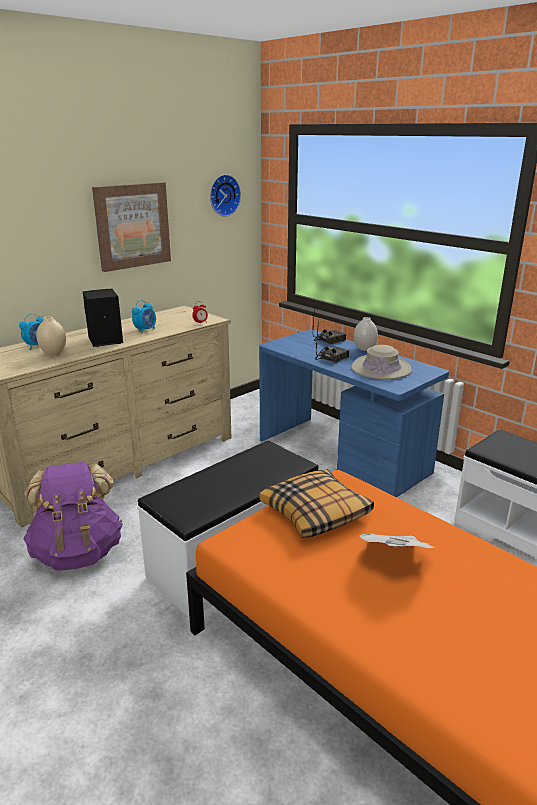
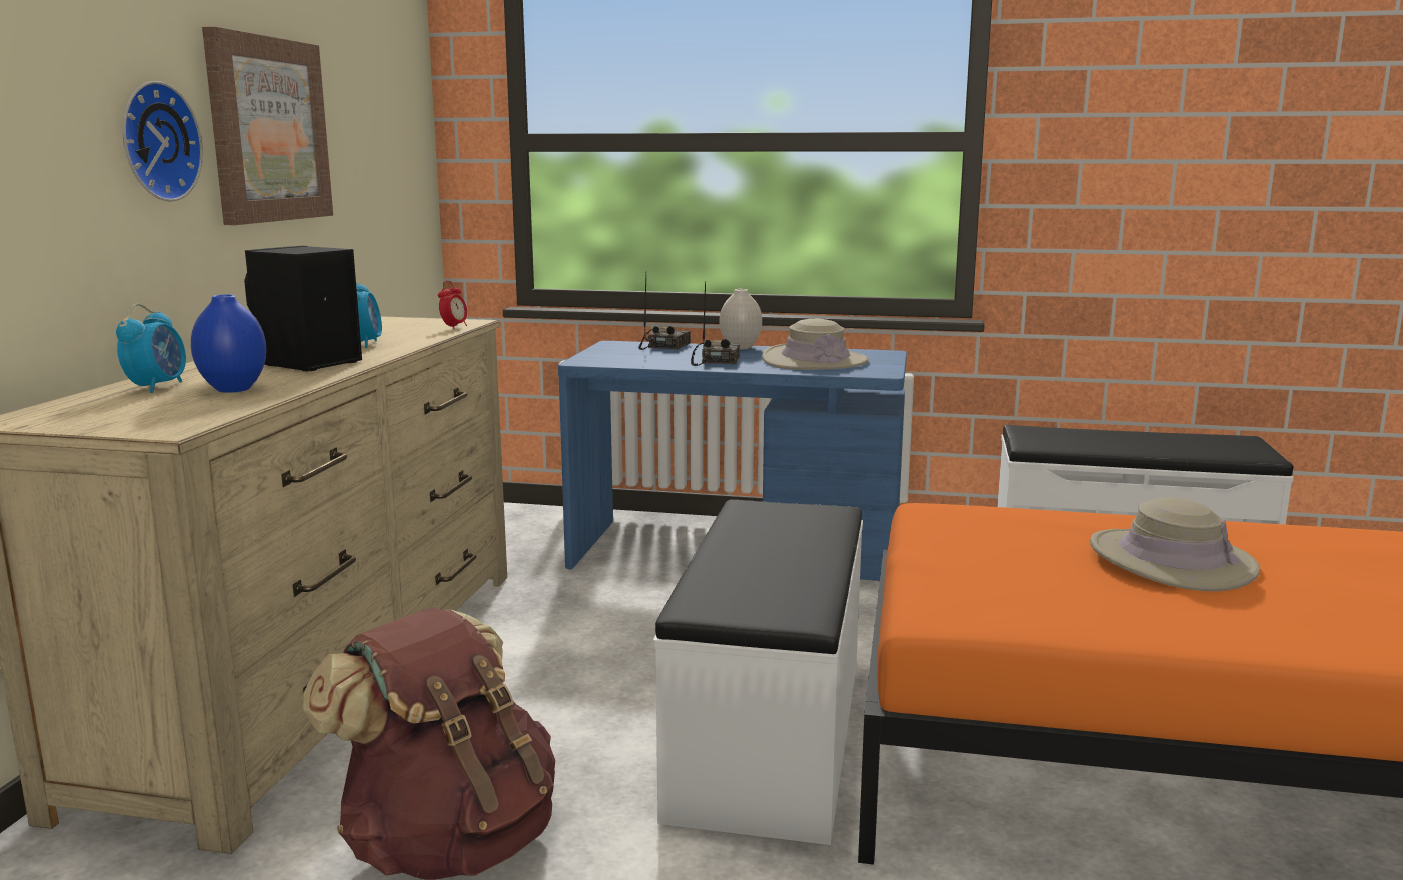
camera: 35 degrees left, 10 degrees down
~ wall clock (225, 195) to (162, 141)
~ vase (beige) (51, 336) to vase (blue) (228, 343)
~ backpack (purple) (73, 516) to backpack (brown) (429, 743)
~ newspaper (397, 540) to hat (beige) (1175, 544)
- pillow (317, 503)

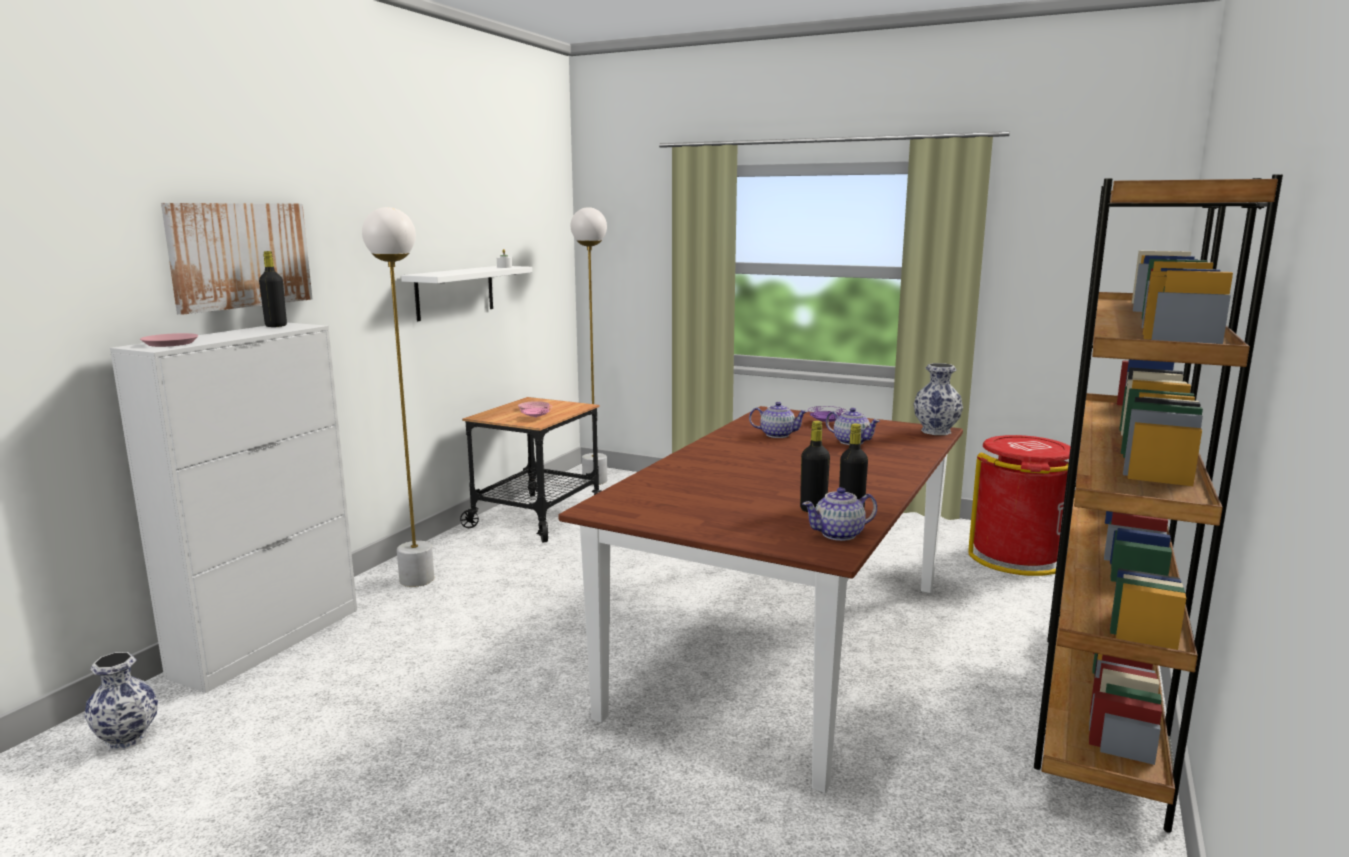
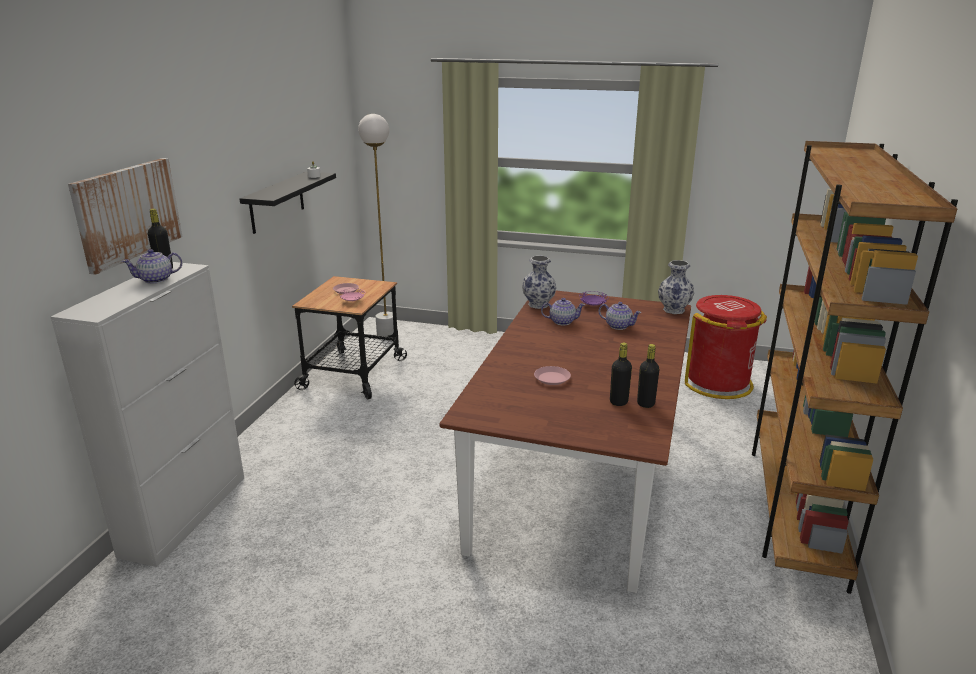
camera: 10 degrees left, 10 degrees up
~ teapot (839, 514) to (152, 266)
~ shelf (white) (466, 293) to shelf (black) (288, 203)
~ vase (121, 701) to (539, 282)
~ plate (pink) (169, 340) to (552, 375)
- floor lamp (white) (398, 397)

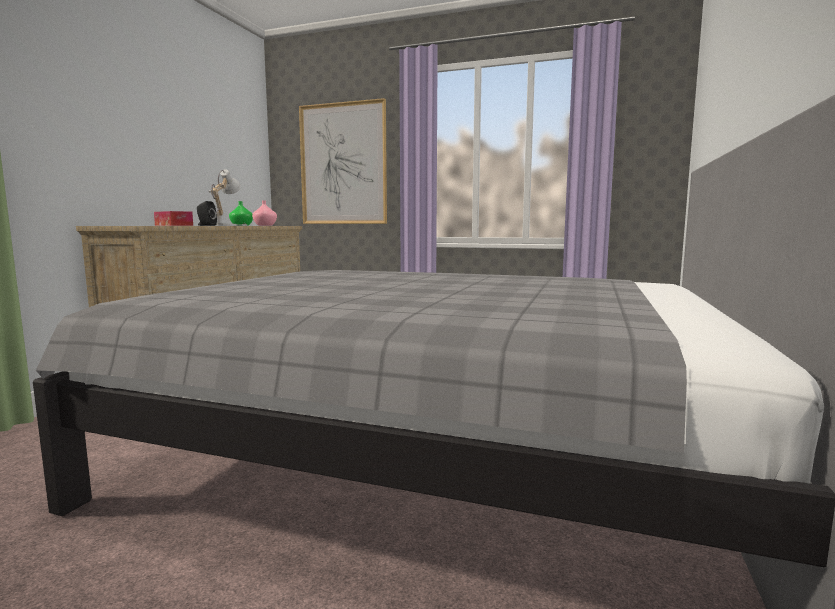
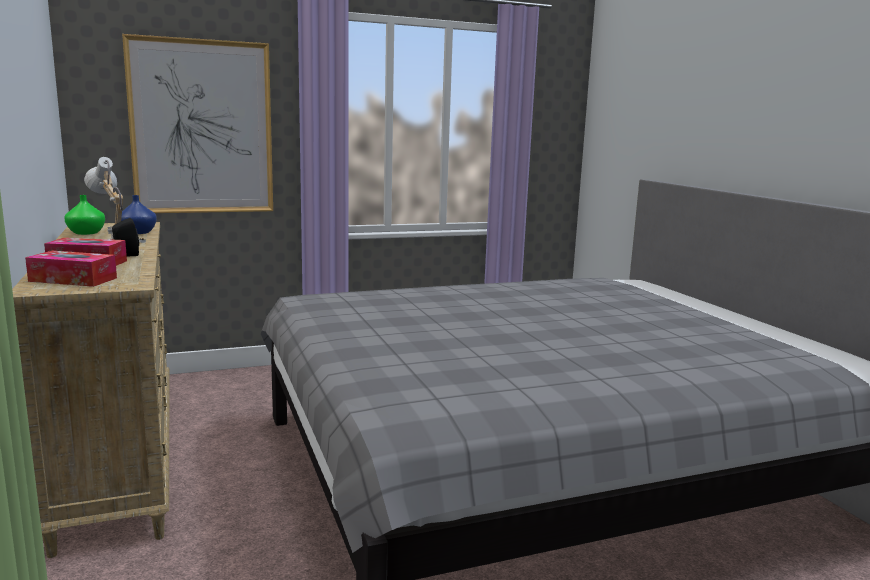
camera: 40 degrees left, 5 degrees up
+ tissue box (71, 269)
~ vase (pink) (264, 213) to vase (blue) (139, 214)

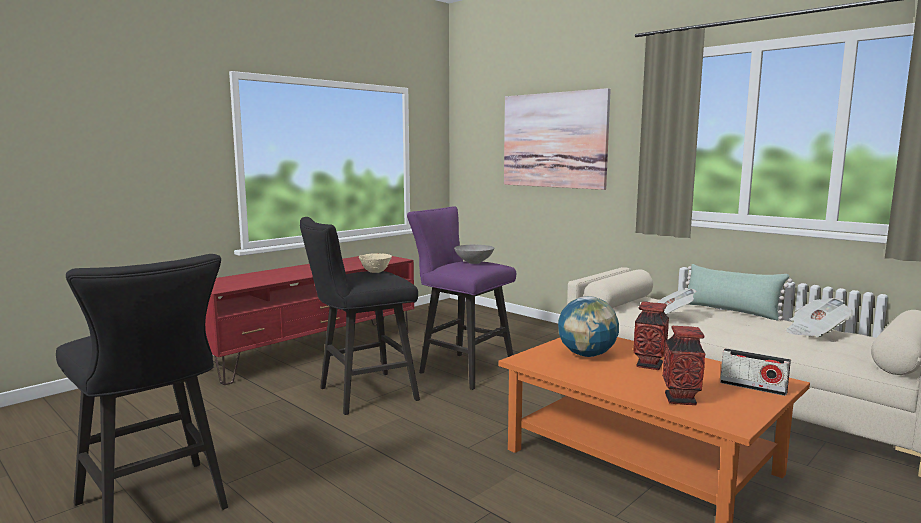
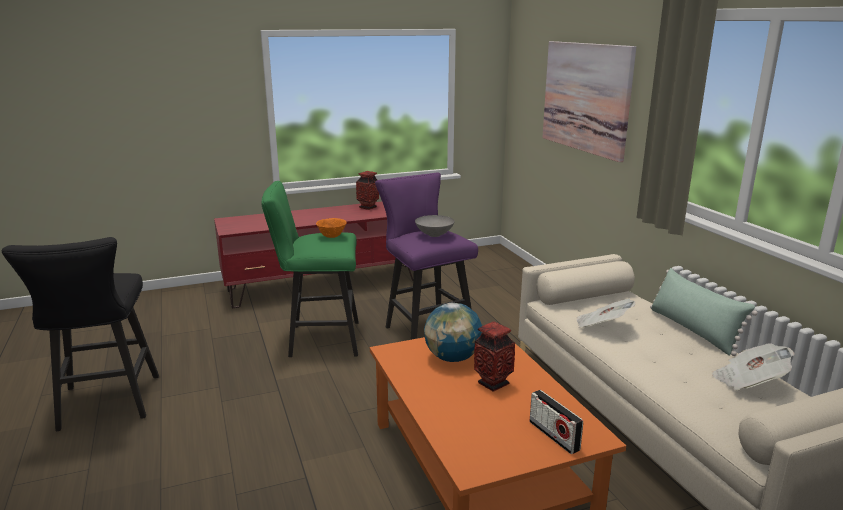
camera: 25 degrees right, 10 degrees up
~ stool (black) (360, 316) to stool (green) (310, 269)
~ bowl (beige) (375, 263) to bowl (orange) (331, 228)
~ vase (683, 365) to (367, 190)

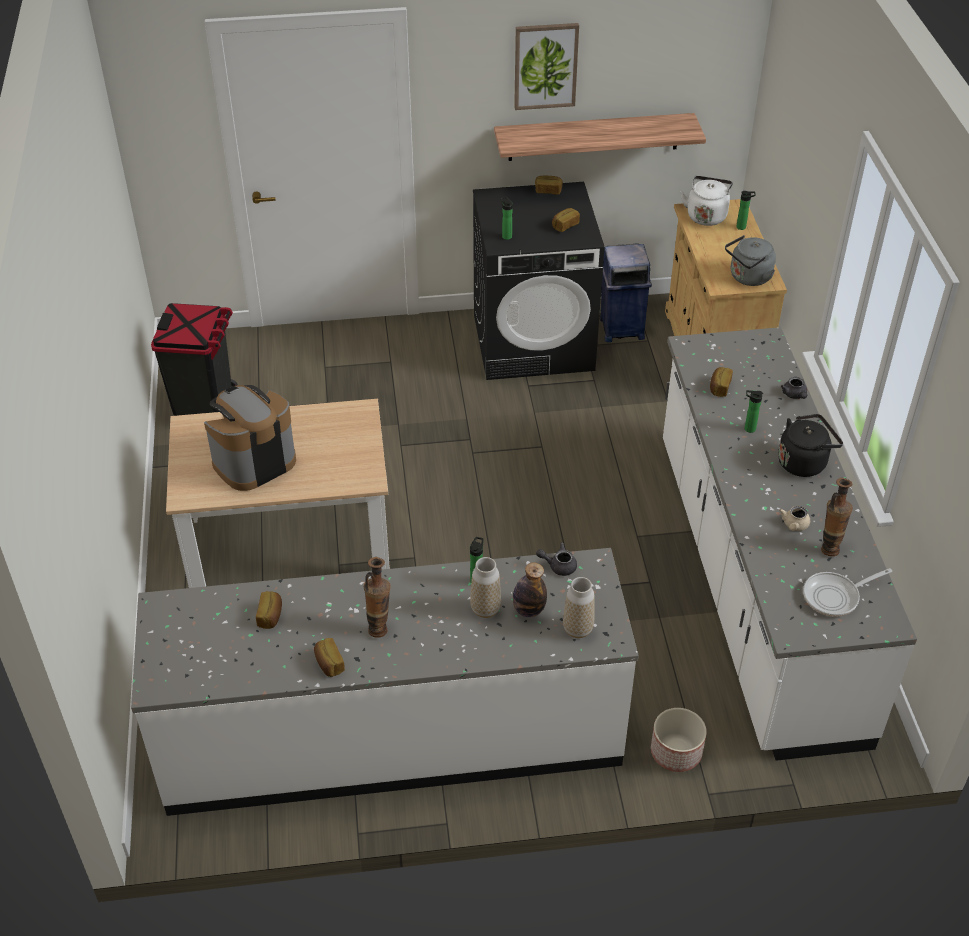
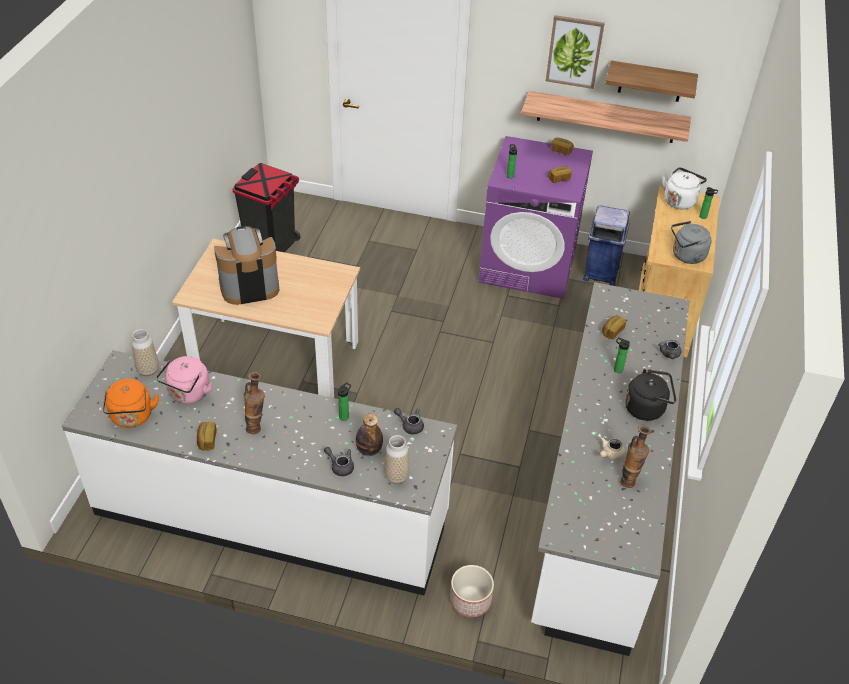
camera: 20 degrees right, 0 degrees up
+ kettle (orange) (131, 403)
~ vase (485, 587) to (145, 352)
~ bread (269, 610) to kettle (pink) (184, 380)
+ teapot (grey) (339, 461)
~ washing machine (black) (538, 281) to washing machine (purple) (536, 217)
+ shelf (651, 81)
- frying pan (847, 592)

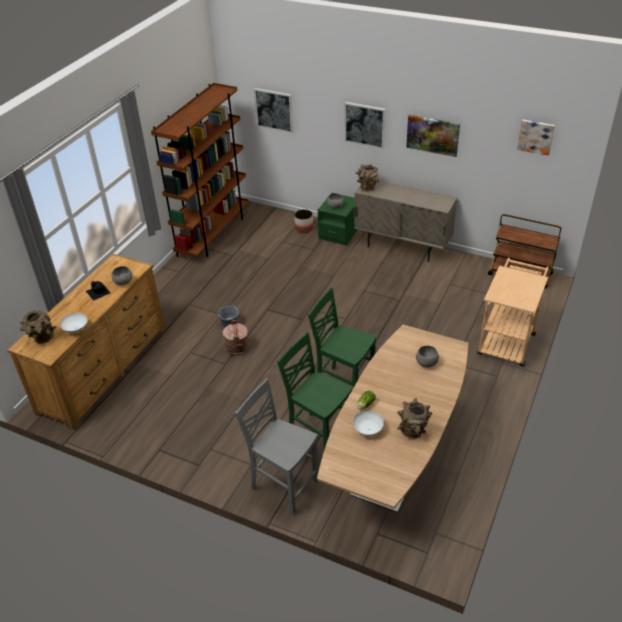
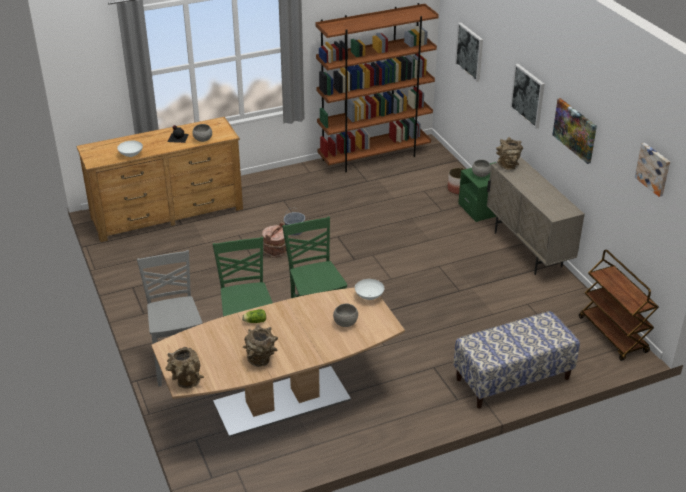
camera: 40 degrees right, 5 degrees down
~ vase (brown) (38, 327) to (184, 367)
~ bowl (white) (368, 423) to (369, 289)
~ cart (beige) (513, 312) to bench (517, 360)

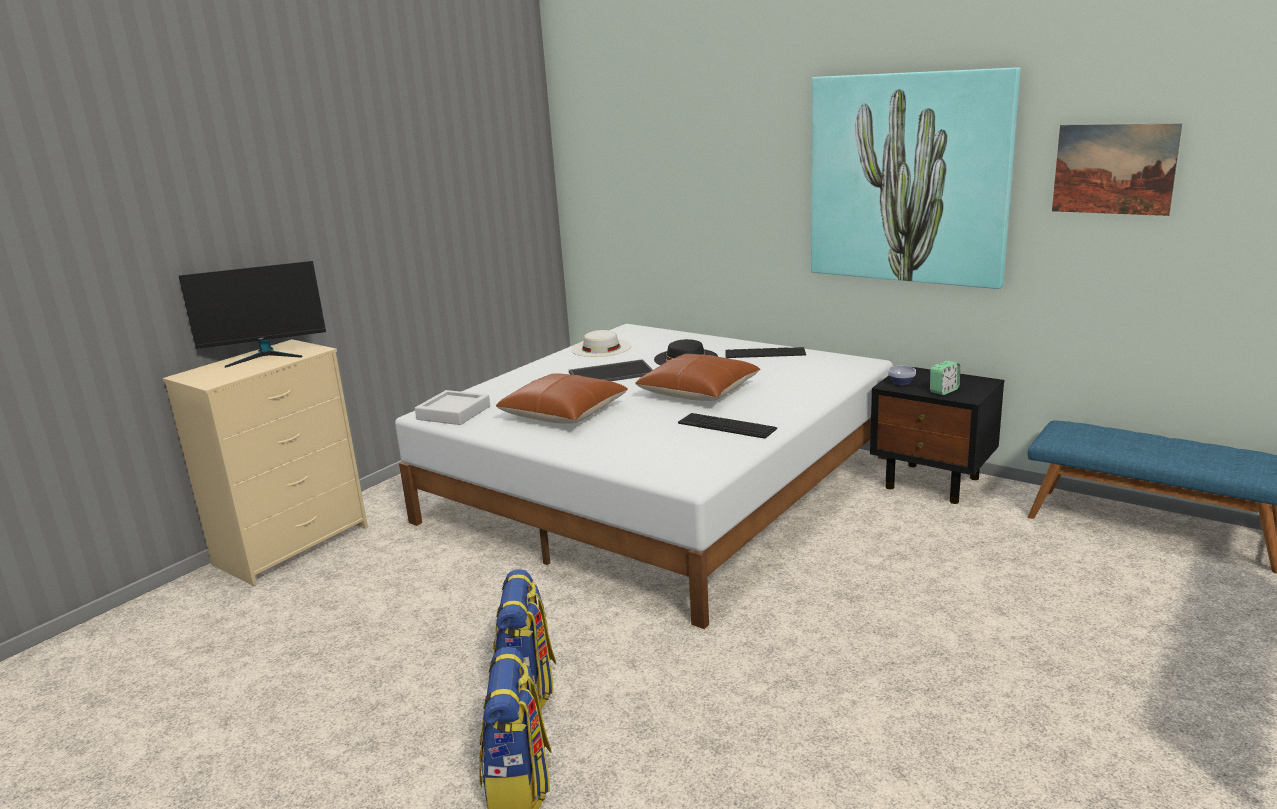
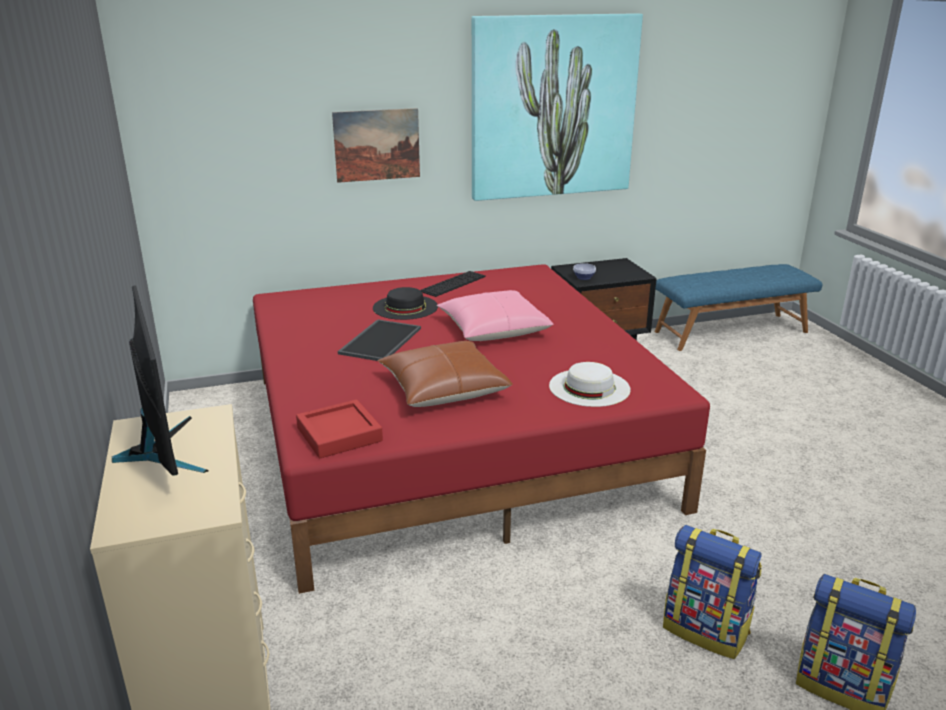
camera: 55 degrees left, 5 degrees up
~ monitor (252, 314) = (160, 380) 45 degrees counterclockwise
~ bed (white) (644, 476) to bed (red) (481, 429)
~ tray (grey) (452, 407) to tray (red) (339, 428)
~ picture (1117, 170) to (376, 145)
~ pillow (brown) (697, 377) to pillow (pink) (495, 315)
~ hat (white) (601, 343) to (590, 384)
- keyboard (727, 426)
- alarm clock (945, 378)

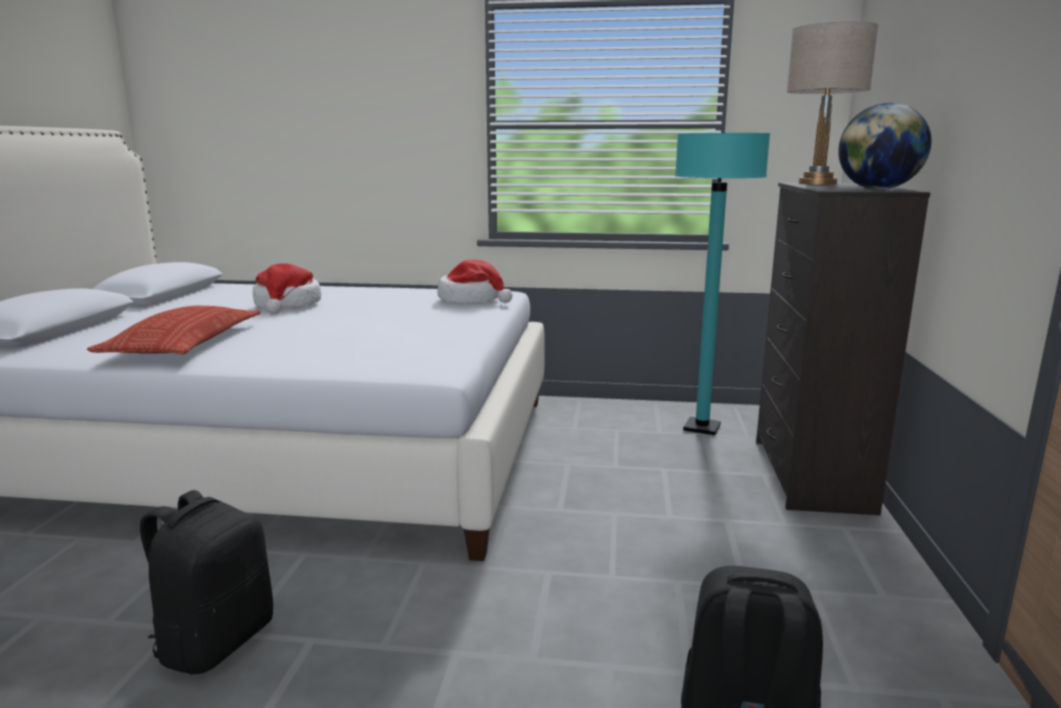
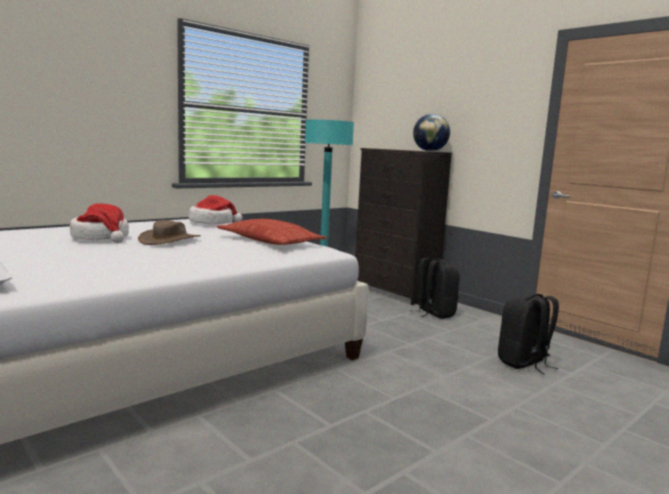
camera: 50 degrees left, 5 degrees down
+ hat (brown) (169, 232)
~ pillow (174, 330) to (272, 232)
~ backpack (black) (206, 582) to (438, 288)
- table lamp (beige) (832, 103)

